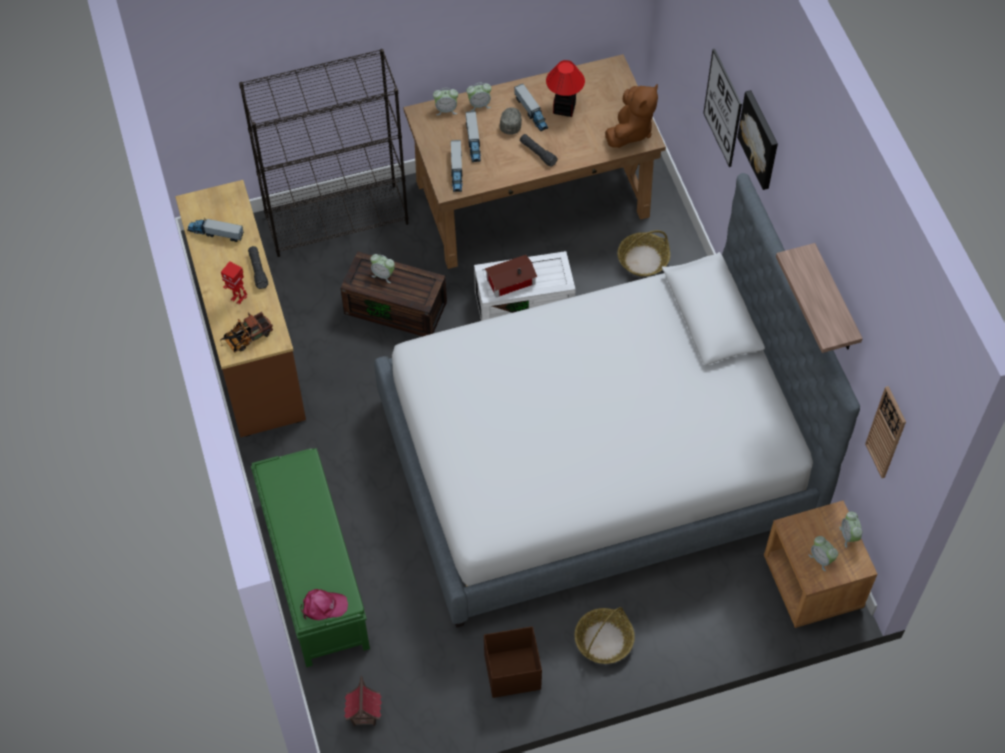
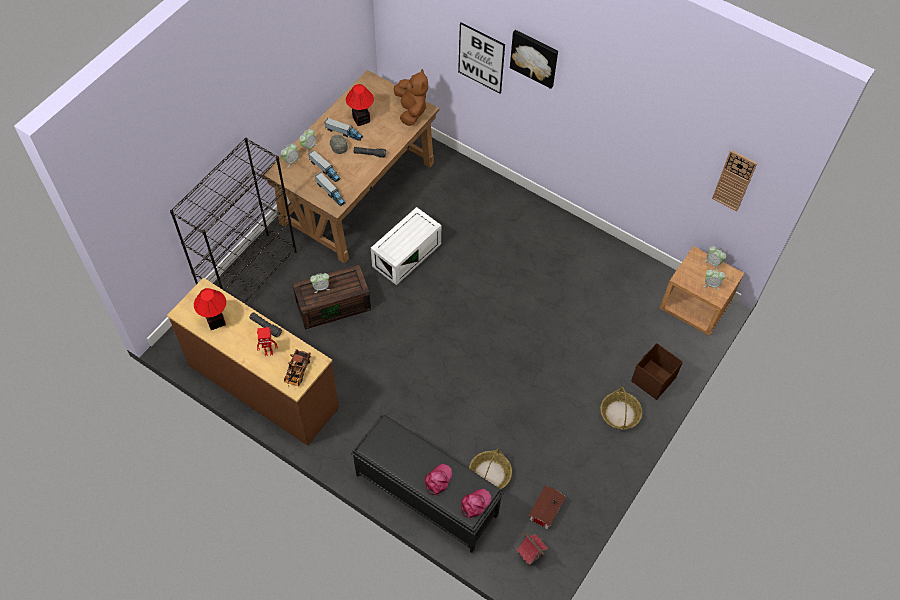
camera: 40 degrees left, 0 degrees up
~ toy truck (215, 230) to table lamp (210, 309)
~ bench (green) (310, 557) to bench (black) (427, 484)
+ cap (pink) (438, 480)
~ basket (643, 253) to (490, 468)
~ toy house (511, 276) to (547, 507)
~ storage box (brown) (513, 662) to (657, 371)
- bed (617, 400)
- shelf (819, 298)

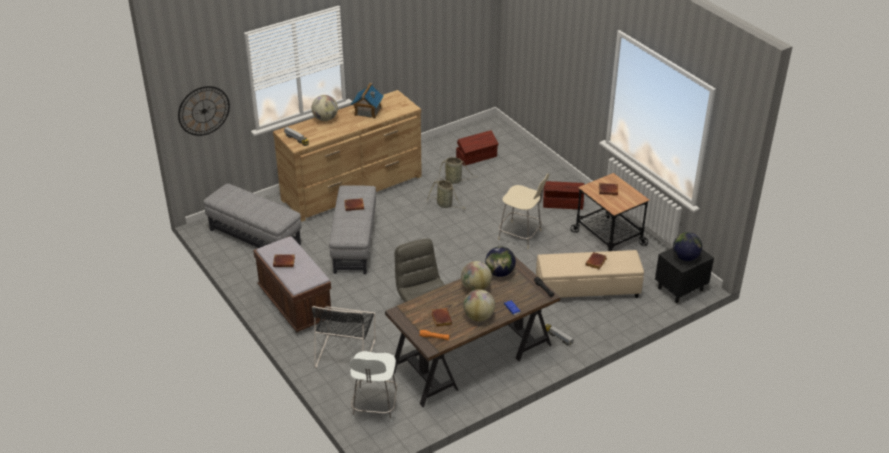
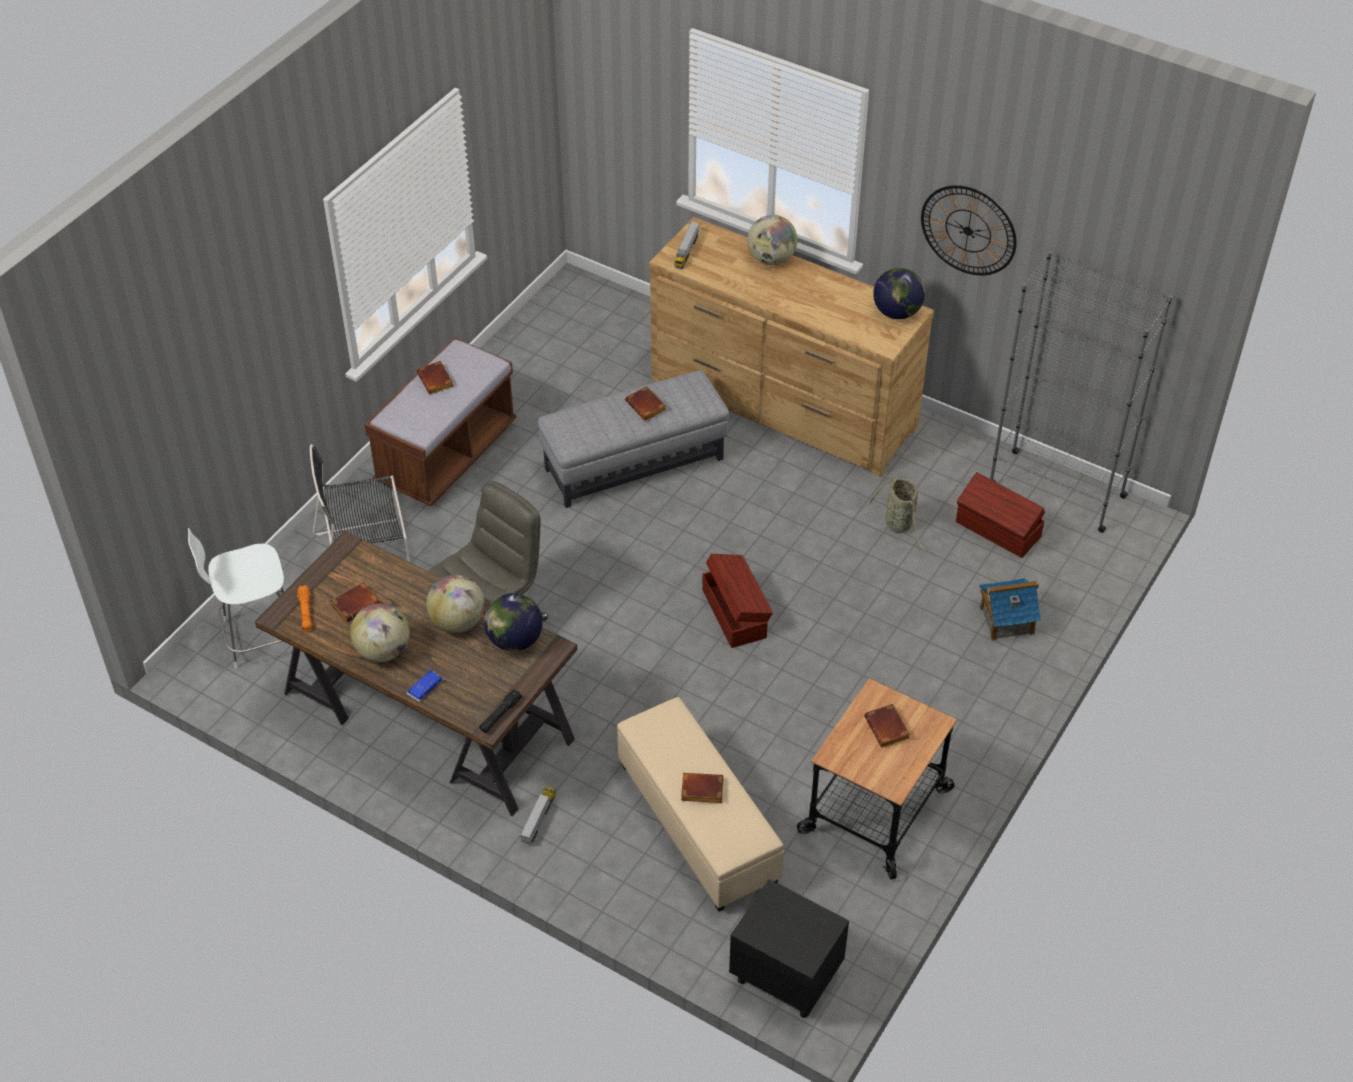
camera: 65 degrees right, 10 degrees up
~ storage box (brown) (563, 195) to (737, 601)
~ globe (687, 246) to (899, 293)
~ wall clock (204, 111) to (969, 230)
~ toy house (367, 101) to (1010, 609)
+ bookcase (grey) (1081, 392)
- ottoman (grey) (252, 215)
- basket (446, 194)
- chair (beige) (523, 211)

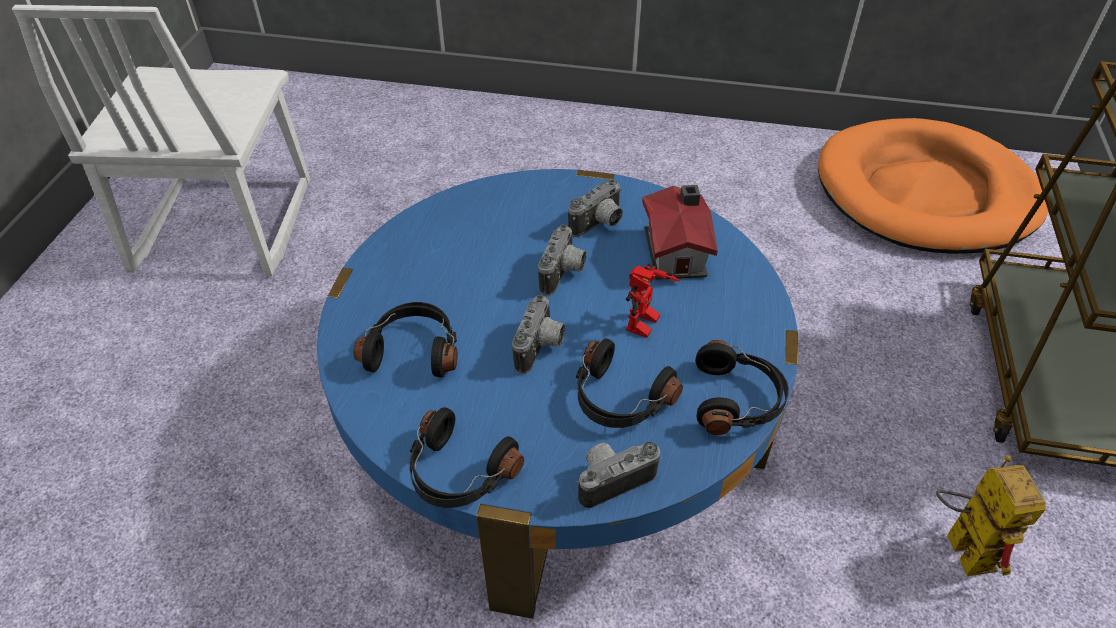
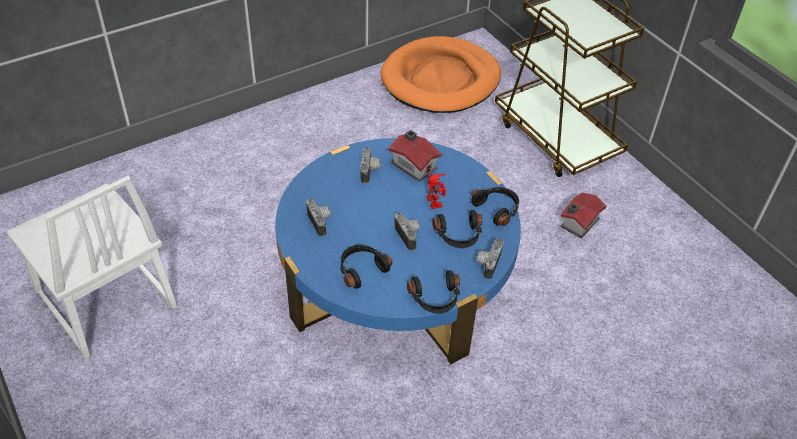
camera: 45 degrees left, 0 degrees up
~ photo camera (562, 260) to (318, 218)
~ toy robot (991, 515) to toy house (583, 216)

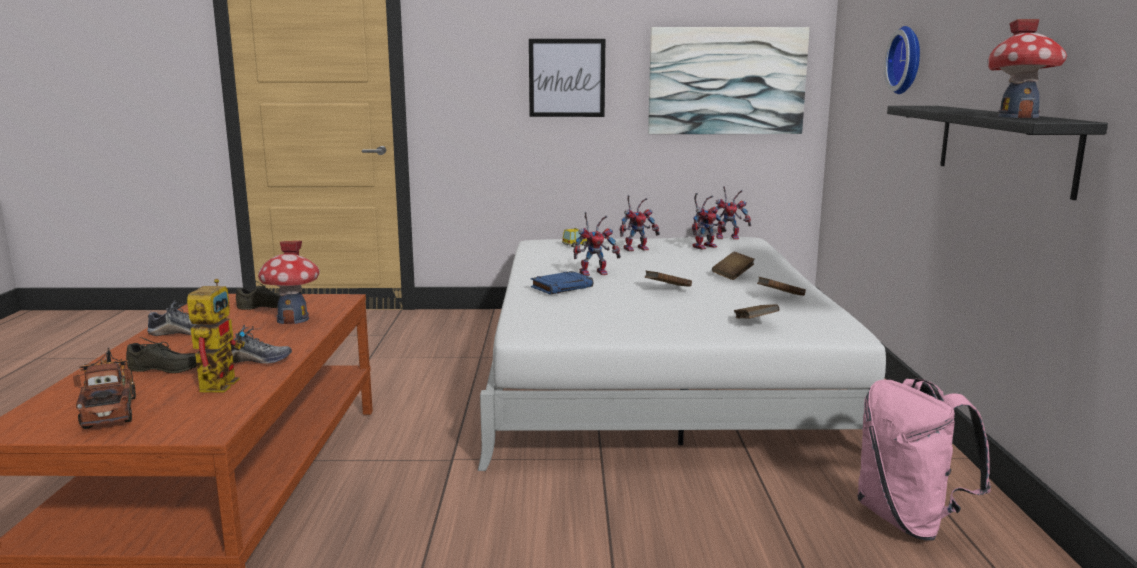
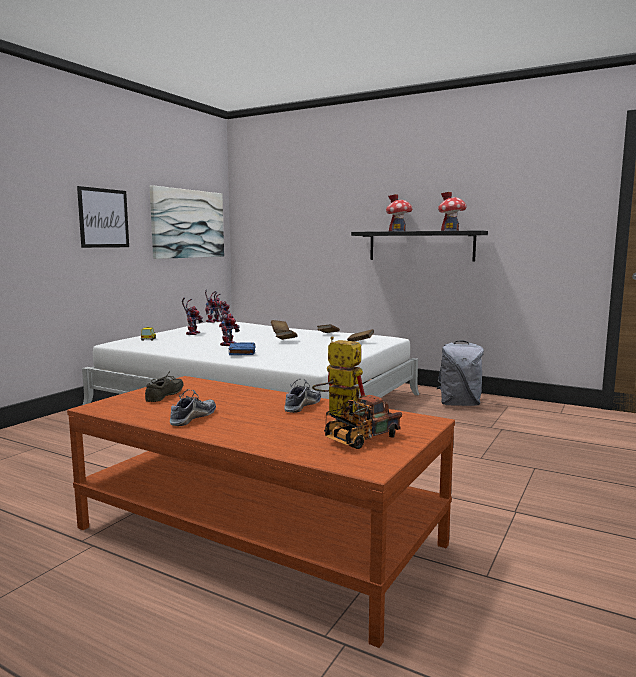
camera: 60 degrees left, 5 degrees down
~ toy truck (104, 388) = (363, 422) 45 degrees counterclockwise
~ toy house (289, 282) to (399, 212)
~ backpack (pink) (924, 459) to backpack (grey) (460, 373)
- shoe (grey) (161, 355)
- wall clock (902, 60)

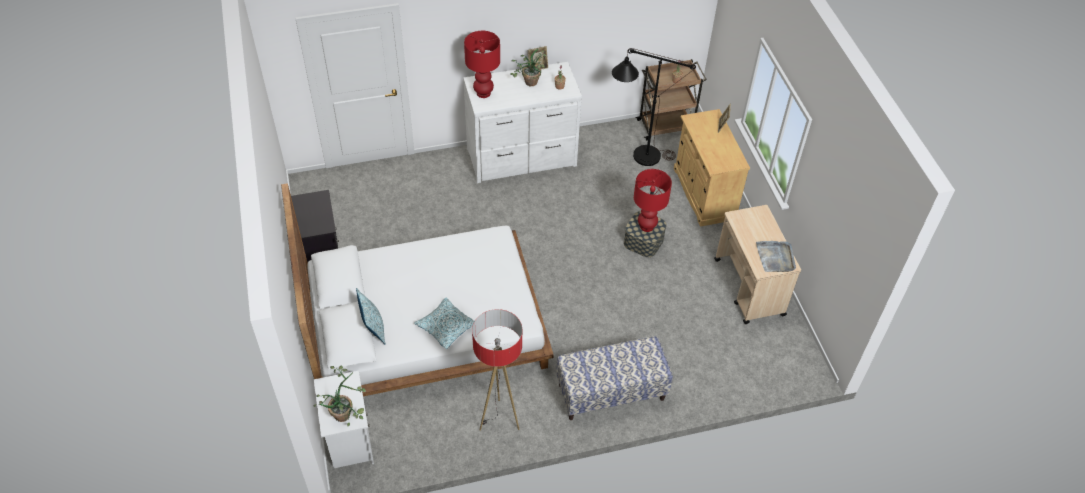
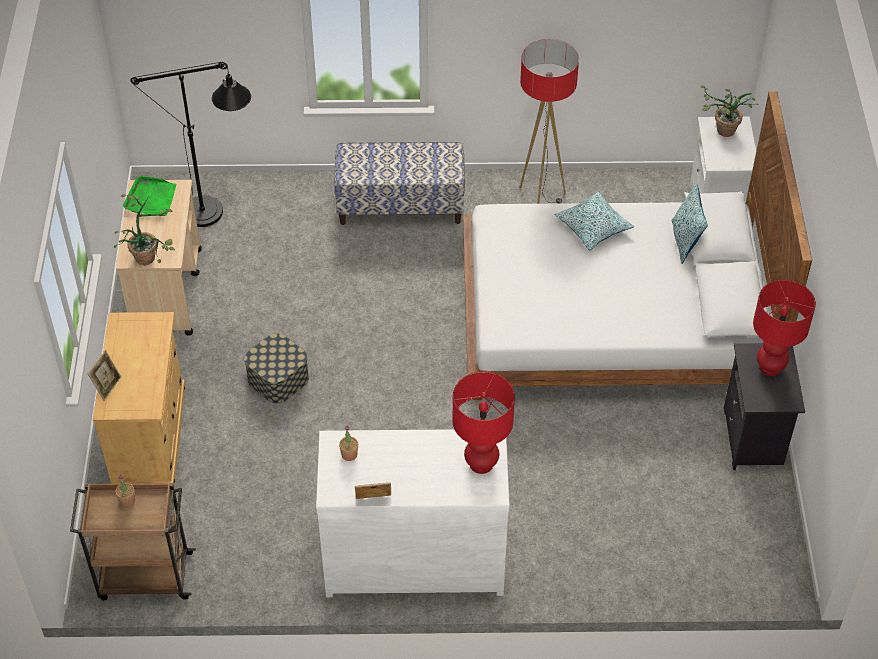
camera: 165 degrees left, 0 degrees up
~ potted plant (528, 67) to (144, 229)
~ tray (grey) (776, 256) to tray (green) (149, 196)
~ floor lamp (black) (654, 107) to (191, 144)
~ table lamp (red) (653, 200) to (784, 328)

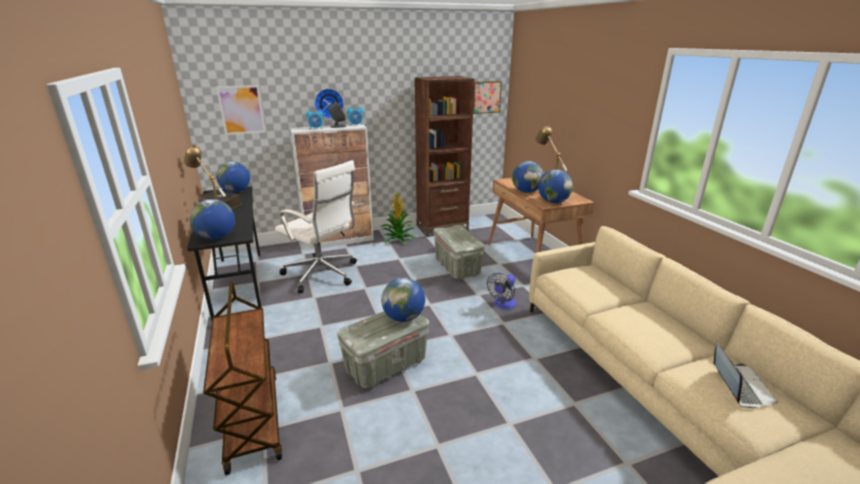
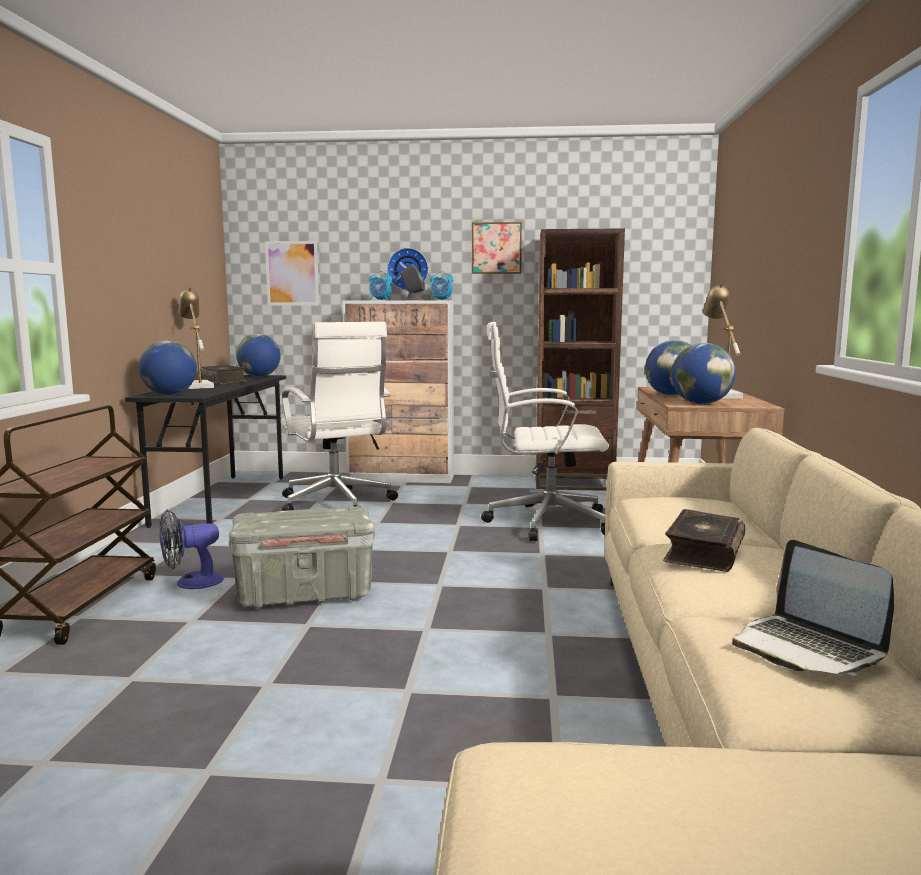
camera: 25 degrees right, 15 degrees down
~ fan (502, 291) to (192, 549)
~ picture (487, 97) to (497, 248)
~ storage box (grey) (459, 252) to office chair (white) (545, 431)
+ book (704, 540)
~ laptop (746, 375) = (813, 608) 120 degrees clockwise
- potted plant (398, 217)
- globe (403, 300)

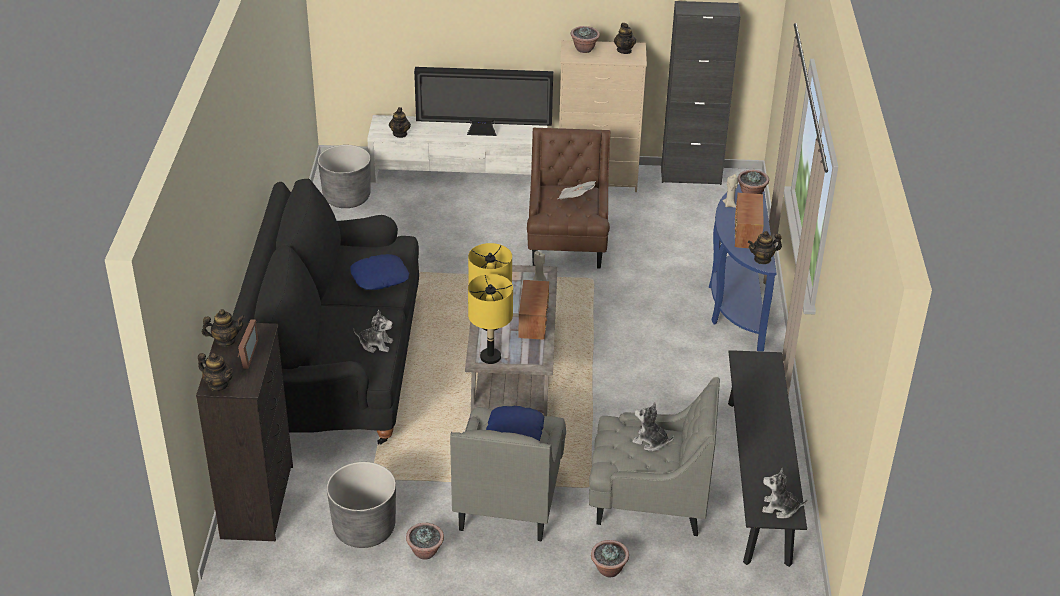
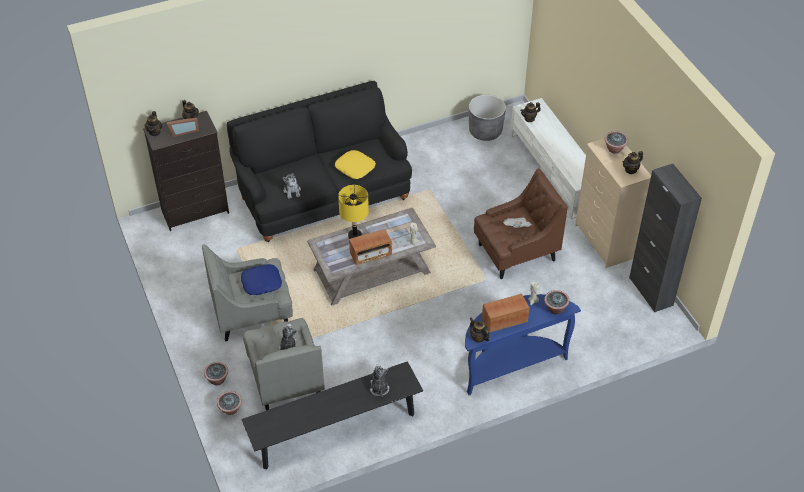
camera: 65 degrees right, 10 degrees up
~ potted plant (425, 541) to (229, 403)
~ pillow (blue) (379, 272) to pillow (yellow) (355, 164)
~ plush toy (784, 493) to (379, 380)
- planter (grey) (361, 505)
- television (483, 101)
- table lamp (yellow) (490, 319)

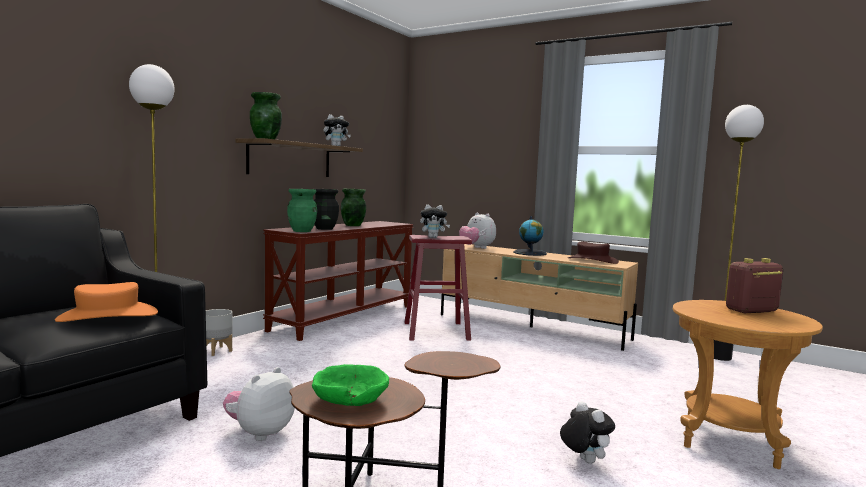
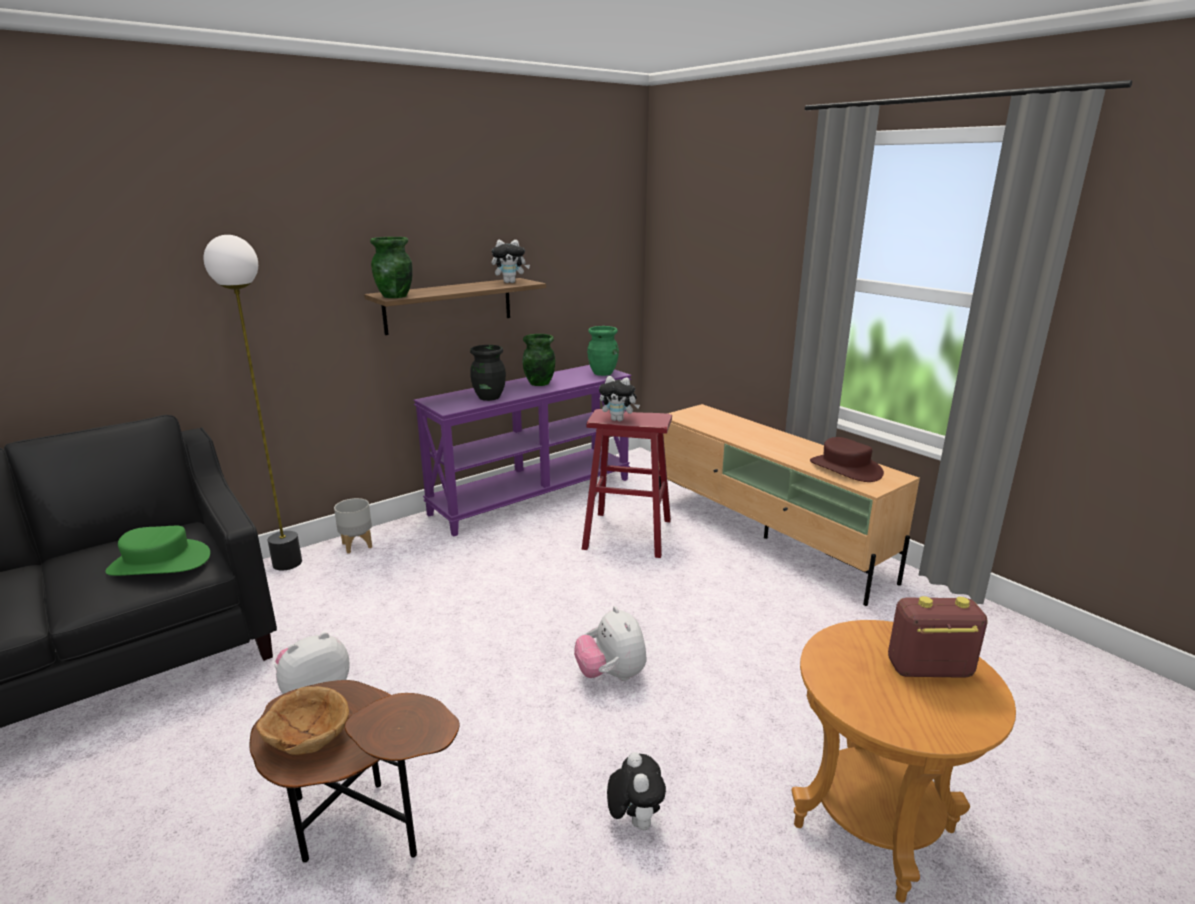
camera: 20 degrees right, 15 degrees up
~ hat (orange) (106, 302) to hat (green) (157, 551)
~ bowl (green) (350, 385) to bowl (brown) (302, 720)
~ console table (brown) (338, 281) to console table (purple) (522, 451)
~ plush toy (477, 230) to (610, 643)
~ vase (green) (302, 210) to (603, 351)
- globe (530, 236)
- floor lamp (739, 233)

